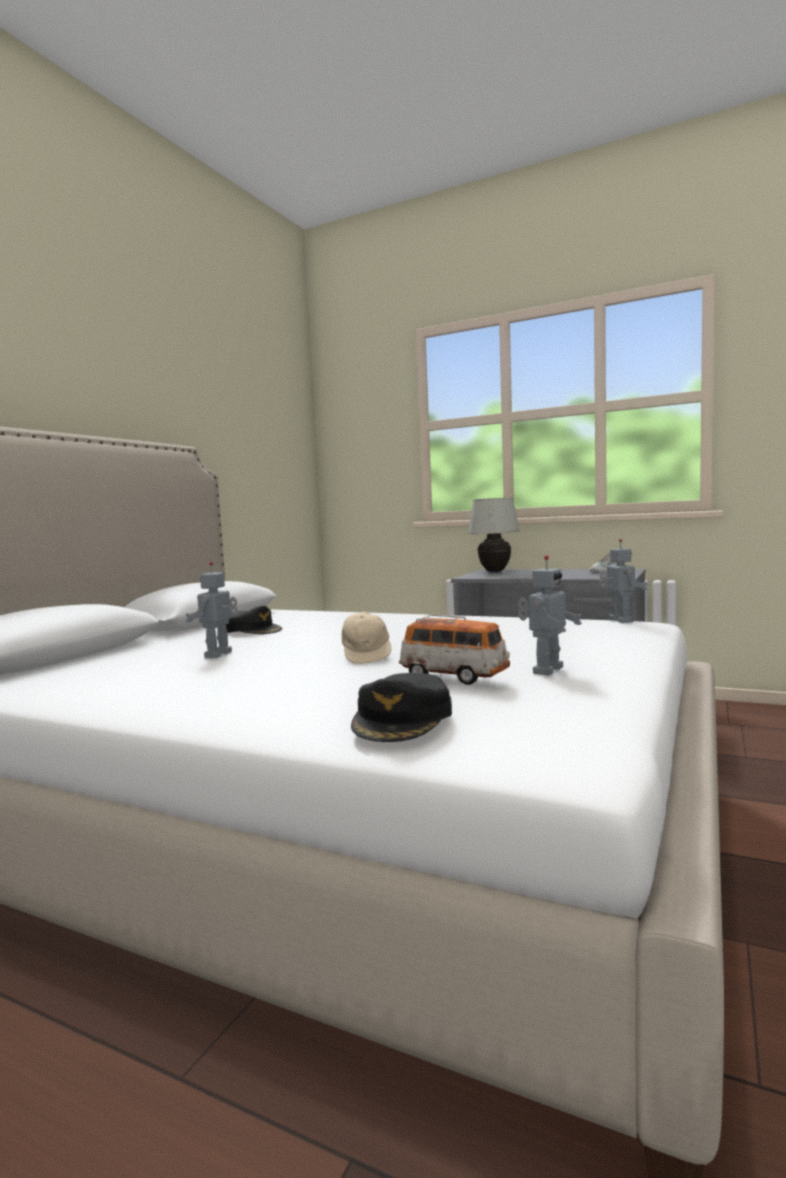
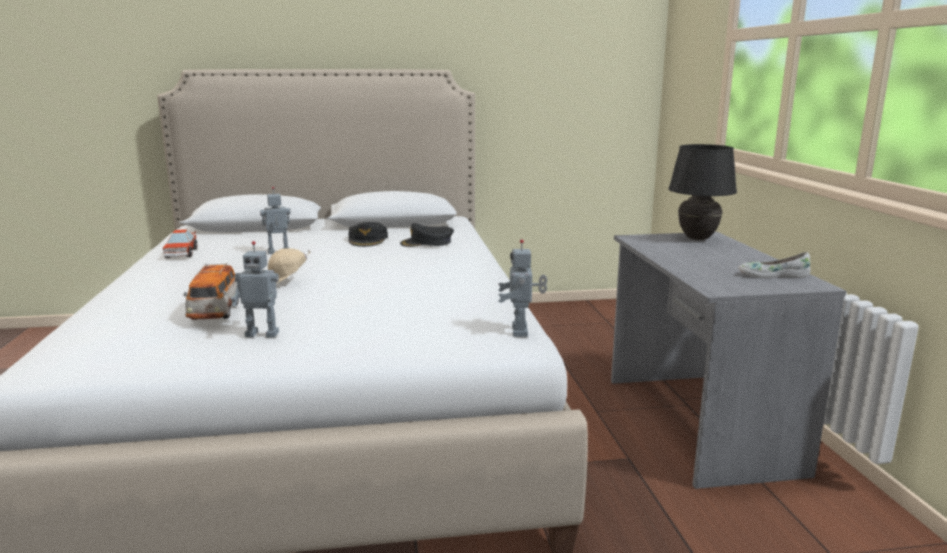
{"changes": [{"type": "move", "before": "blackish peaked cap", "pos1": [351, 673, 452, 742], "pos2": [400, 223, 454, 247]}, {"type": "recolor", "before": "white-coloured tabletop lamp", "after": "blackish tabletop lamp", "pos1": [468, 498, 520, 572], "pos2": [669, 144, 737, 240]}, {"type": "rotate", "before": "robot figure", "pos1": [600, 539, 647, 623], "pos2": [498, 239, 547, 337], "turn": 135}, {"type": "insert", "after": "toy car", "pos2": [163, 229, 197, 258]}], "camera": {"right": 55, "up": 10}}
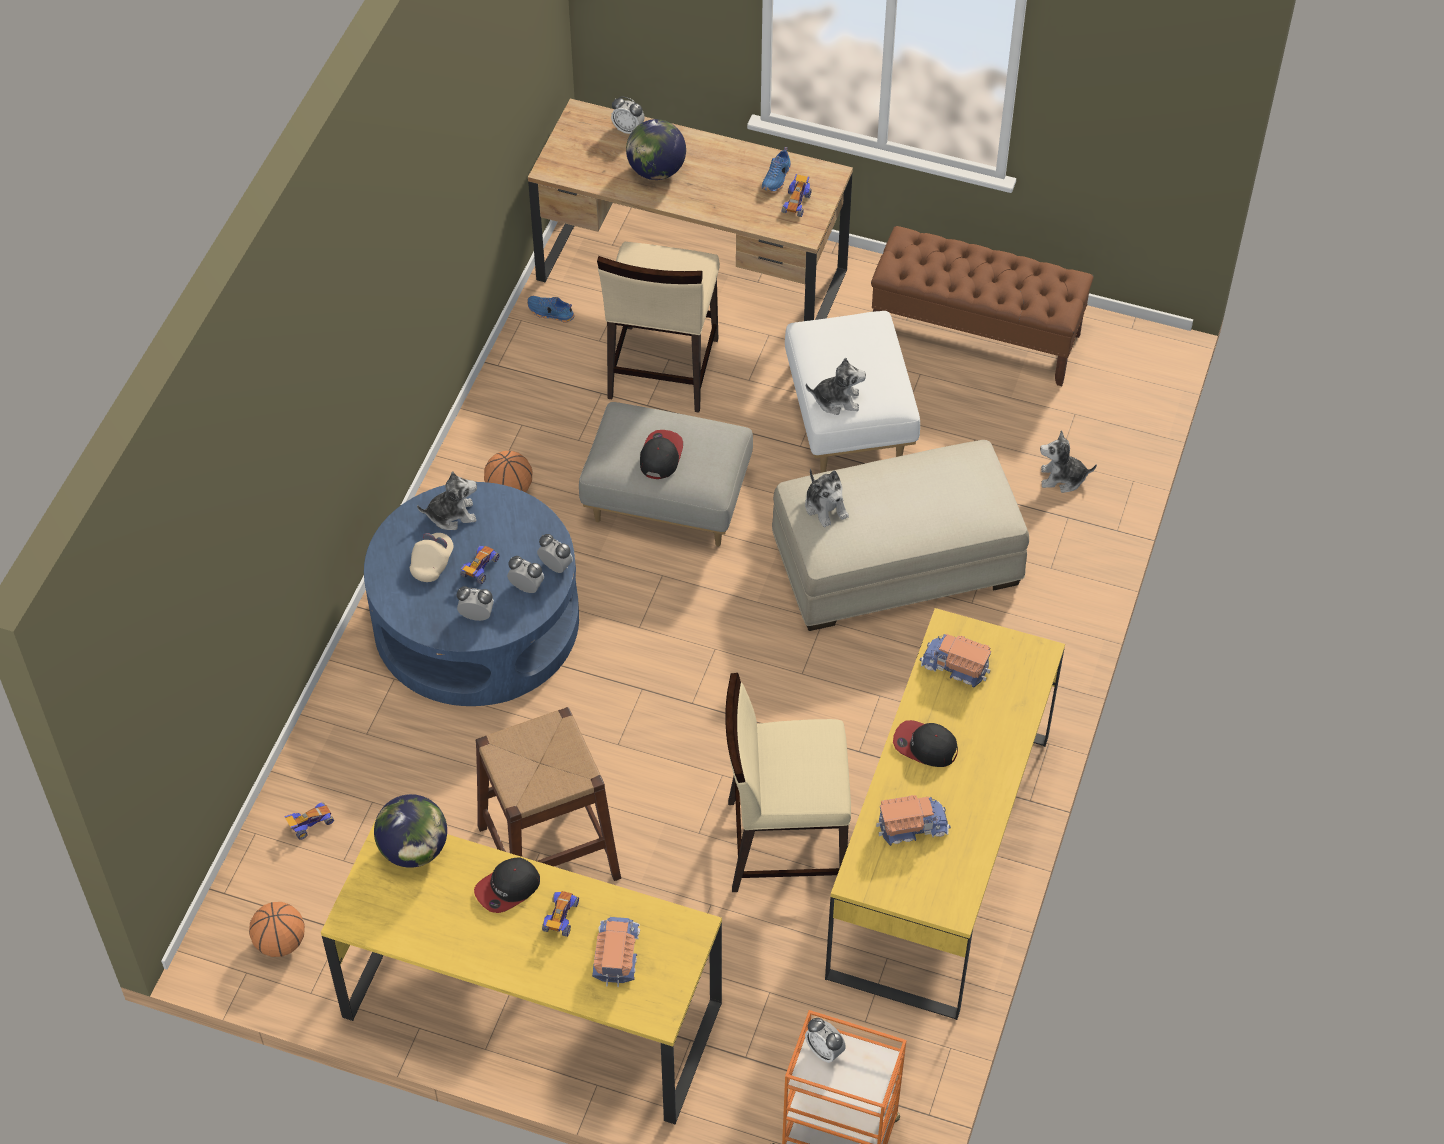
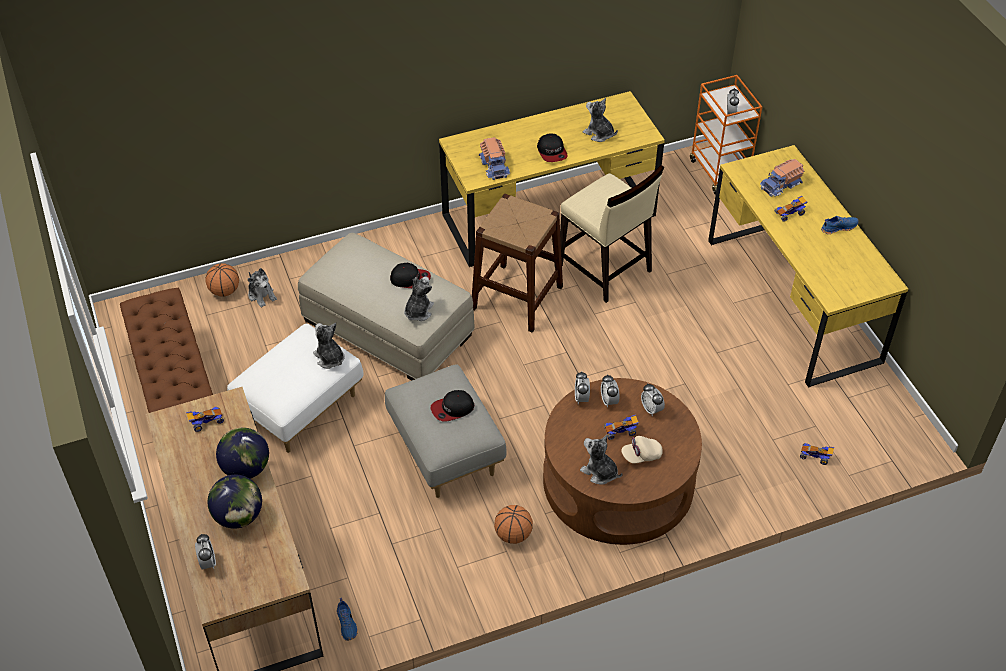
{"changes": [{"type": "move", "before": "basketball ball", "pos1": [249, 902, 305, 957], "pos2": [205, 263, 239, 297]}, {"type": "recolor", "before": "bluish coffee table", "after": "brown coffee table", "pos1": [364, 482, 579, 706], "pos2": [543, 378, 702, 545]}, {"type": "move", "before": "desk globe", "pos1": [374, 794, 447, 868], "pos2": [216, 428, 269, 479]}, {"type": "move", "before": "peaked cap", "pos1": [474, 857, 540, 913], "pos2": [390, 263, 431, 288]}, {"type": "move", "before": "brown stool", "pos1": [476, 707, 621, 881], "pos2": [472, 194, 563, 333]}, {"type": "delete", "before": "beige-coloured plain chair", "pos1": [597, 242, 720, 413]}, {"type": "move", "before": "bluish low shoe", "pos1": [761, 147, 791, 192], "pos2": [821, 216, 859, 234]}, {"type": "replace", "before": "model truck", "after": "plush toy", "pos1": [876, 795, 951, 846], "pos2": [583, 98, 618, 142]}], "camera": {"right": -130, "up": -5}}
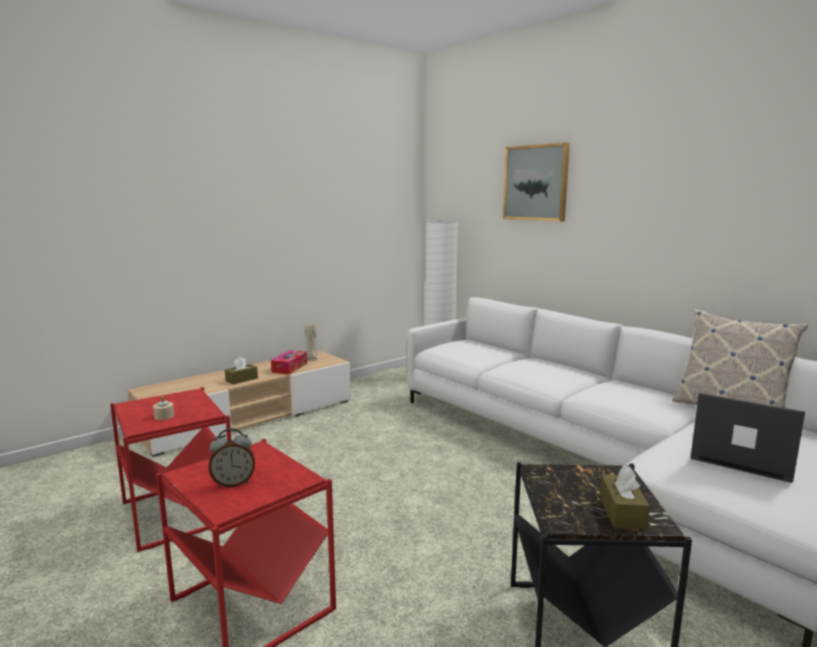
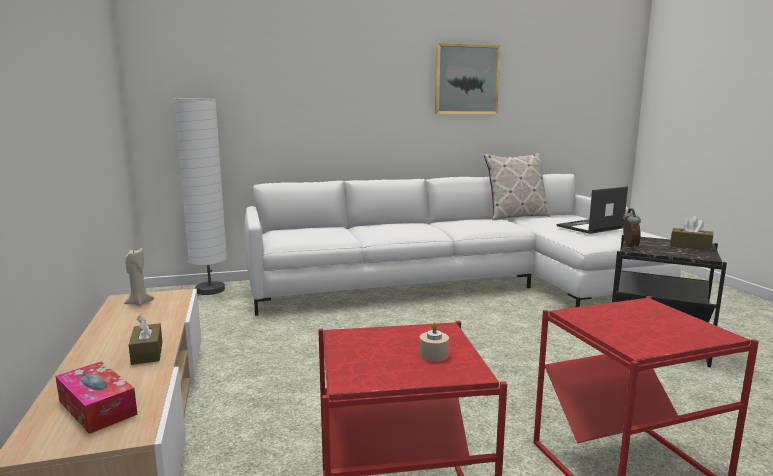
{"changes": [{"type": "move", "before": "table clock", "pos1": [209, 428, 255, 488], "pos2": [623, 208, 641, 249]}, {"type": "move", "before": "box of tissues", "pos1": [271, 350, 307, 375], "pos2": [55, 361, 138, 434]}, {"type": "move", "before": "picture", "pos1": [503, 142, 570, 222], "pos2": [435, 43, 501, 114]}], "camera": {"right": -65, "up": 0}}
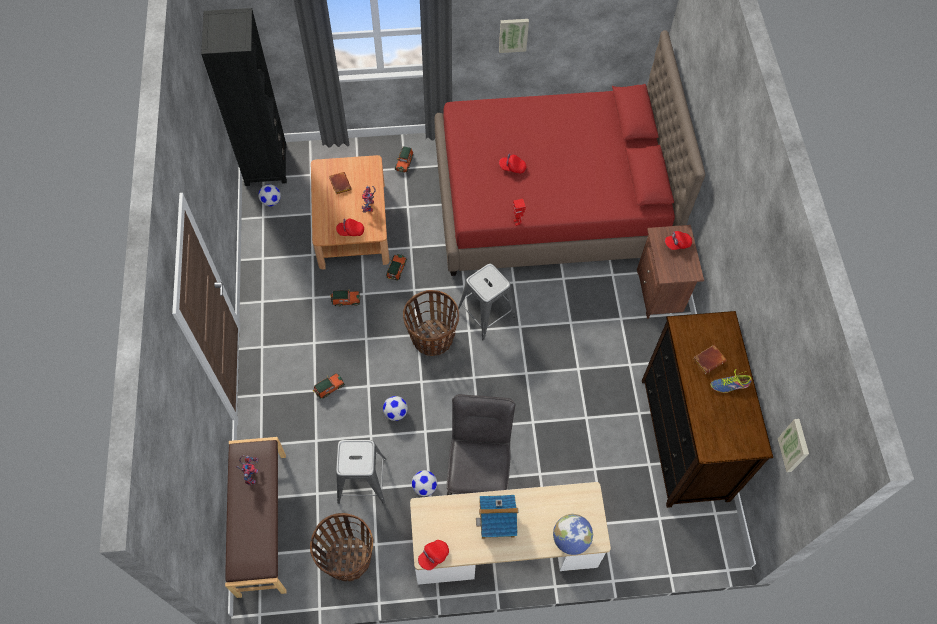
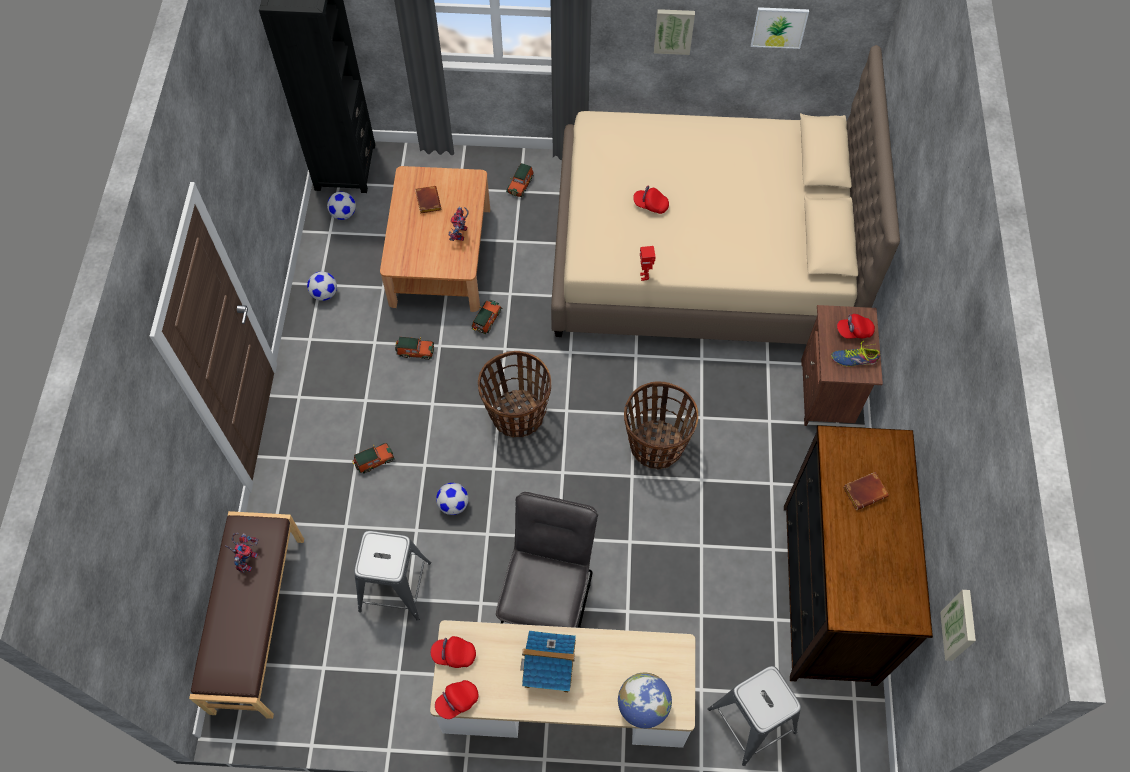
{"changes": [{"type": "move", "before": "household basket", "pos1": [310, 513, 373, 582], "pos2": [624, 381, 698, 470]}, {"type": "move", "before": "red peaked cap", "pos1": [336, 218, 364, 236], "pos2": [431, 636, 476, 668]}, {"type": "move", "before": "football ball", "pos1": [412, 470, 437, 496], "pos2": [307, 272, 337, 301]}, {"type": "recolor", "before": "red bed", "after": "beige-coloured bed", "pos1": [434, 30, 705, 276], "pos2": [551, 45, 900, 344]}, {"type": "move", "before": "grey stool", "pos1": [458, 264, 516, 340], "pos2": [708, 666, 801, 766]}, {"type": "move", "before": "low shoe", "pos1": [710, 369, 752, 393], "pos2": [831, 340, 880, 367]}, {"type": "insert", "after": "picture", "pos2": [751, 7, 809, 49]}], "camera": {"right": 10, "up": 0}}
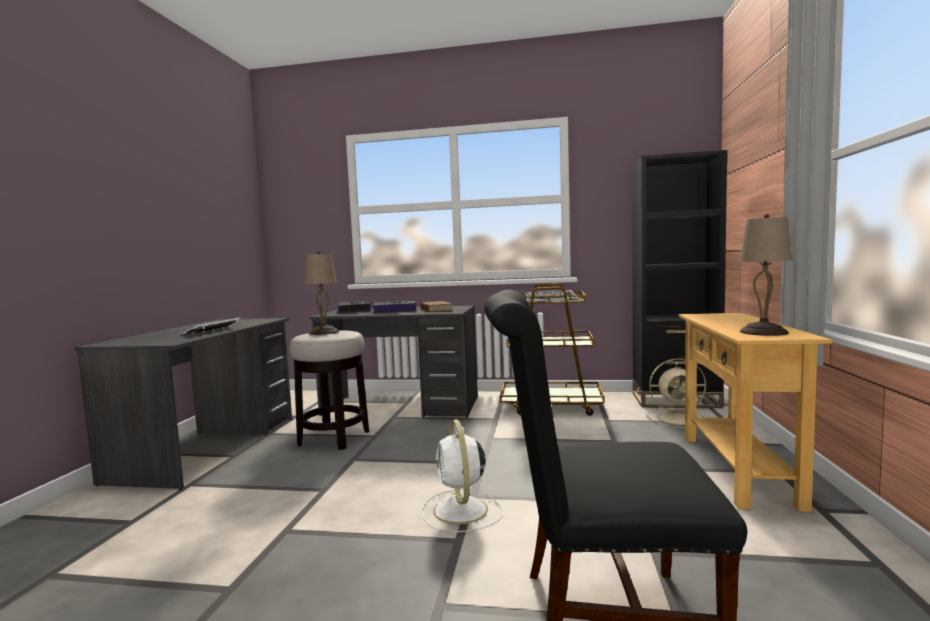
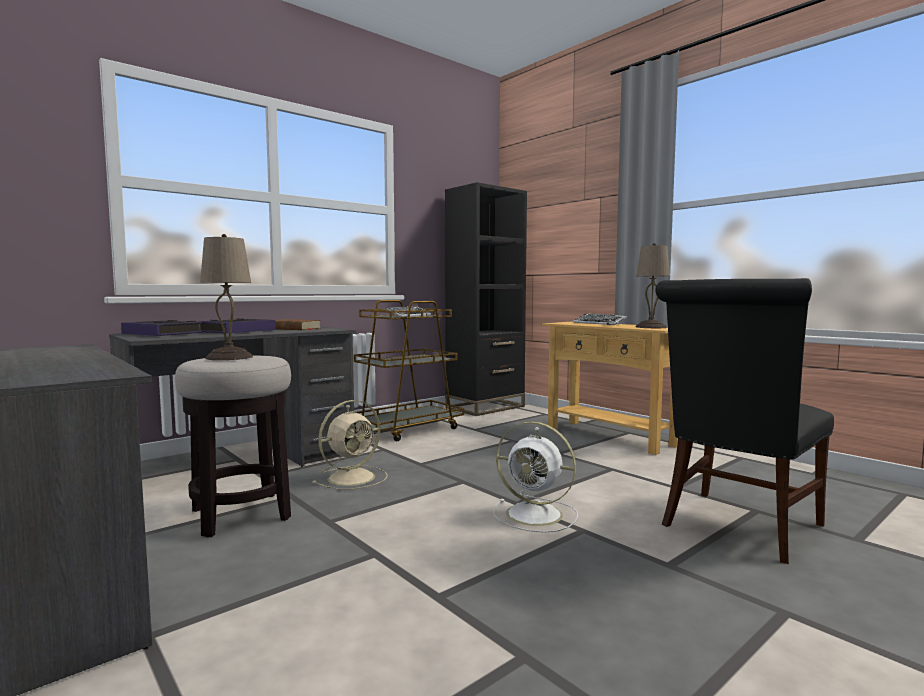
{"changes": [{"type": "move", "before": "computer keyboard", "pos1": [180, 317, 241, 336], "pos2": [574, 313, 627, 325]}, {"type": "move", "before": "beige-coloured electric fan", "pos1": [646, 359, 706, 428], "pos2": [313, 400, 388, 490]}], "camera": {"right": -50, "up": 0}}
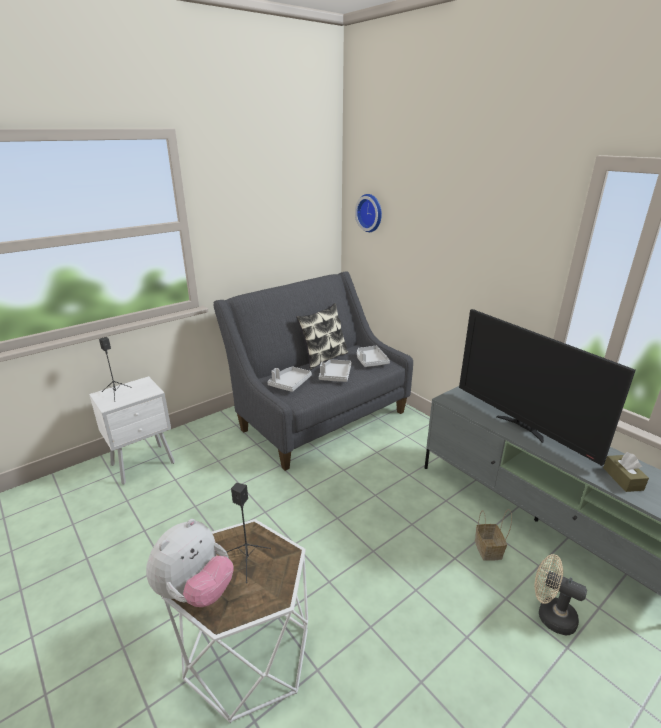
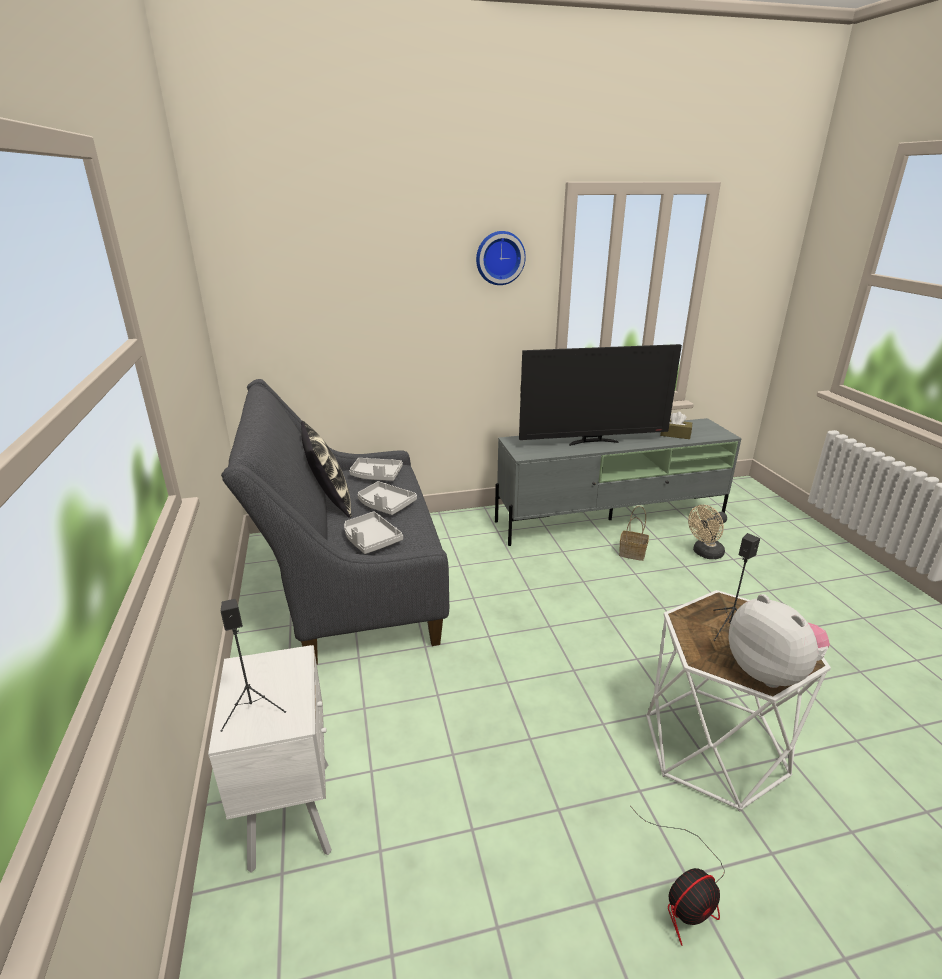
{"changes": [{"type": "move", "before": "wall clock", "pos1": [355, 194, 382, 232], "pos2": [476, 231, 526, 285]}, {"type": "insert", "after": "electric fan", "pos2": [631, 807, 725, 946]}], "camera": {"right": -65, "up": 0}}
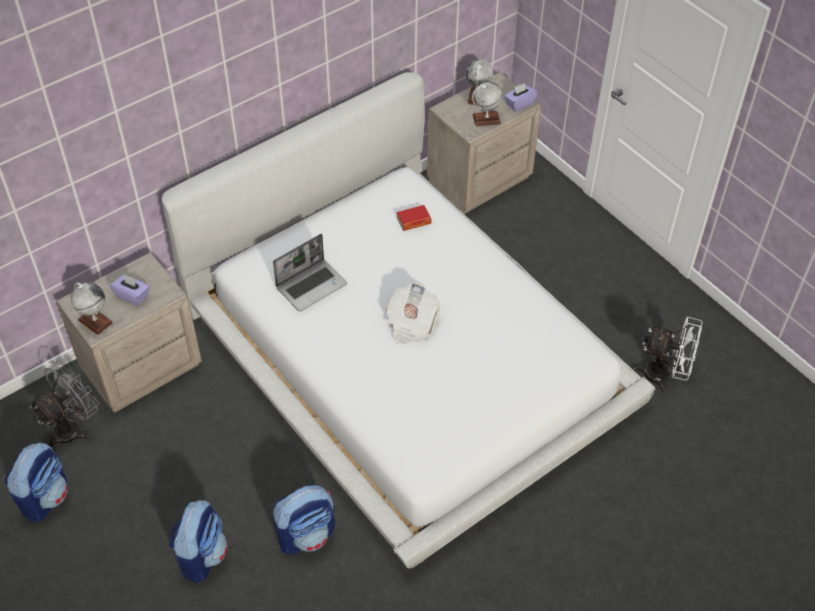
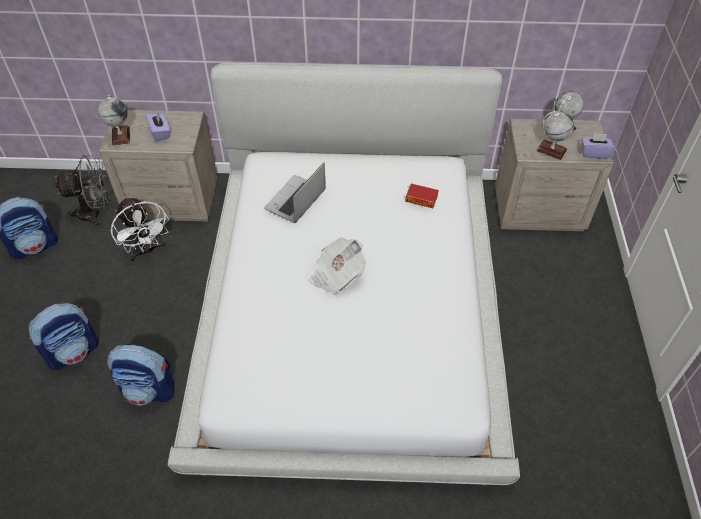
{"changes": [{"type": "rotate", "before": "laptop", "pos1": [273, 234, 347, 312], "pos2": [264, 162, 326, 223], "turn": 120}, {"type": "move", "before": "white-coloured electric fan", "pos1": [633, 317, 702, 394], "pos2": [111, 197, 169, 261]}], "camera": {"right": 40, "up": 0}}
